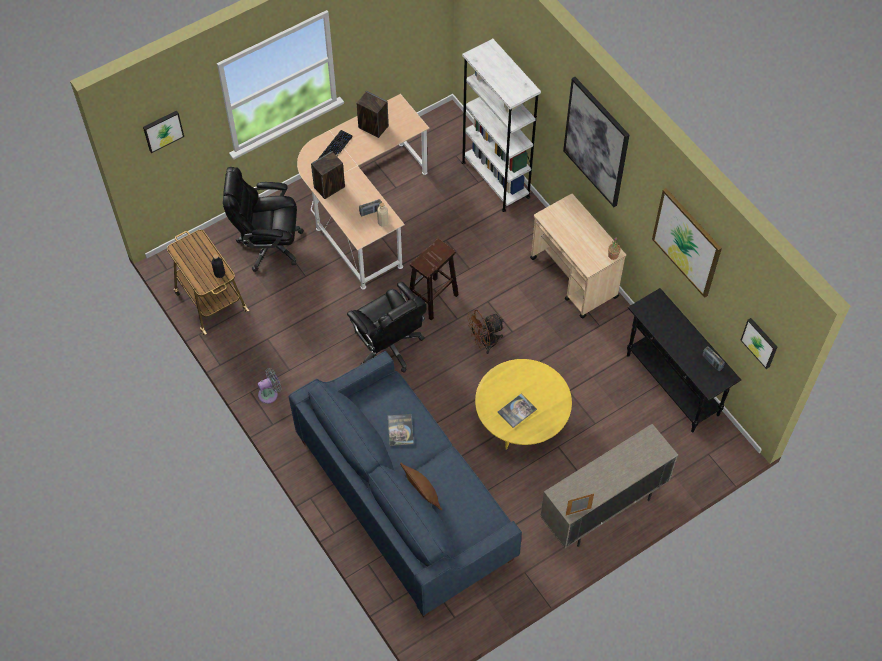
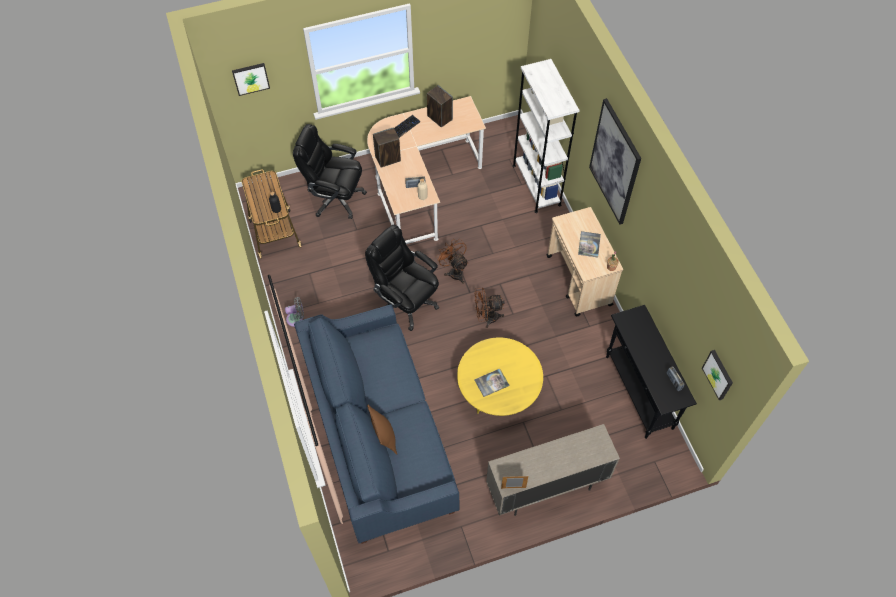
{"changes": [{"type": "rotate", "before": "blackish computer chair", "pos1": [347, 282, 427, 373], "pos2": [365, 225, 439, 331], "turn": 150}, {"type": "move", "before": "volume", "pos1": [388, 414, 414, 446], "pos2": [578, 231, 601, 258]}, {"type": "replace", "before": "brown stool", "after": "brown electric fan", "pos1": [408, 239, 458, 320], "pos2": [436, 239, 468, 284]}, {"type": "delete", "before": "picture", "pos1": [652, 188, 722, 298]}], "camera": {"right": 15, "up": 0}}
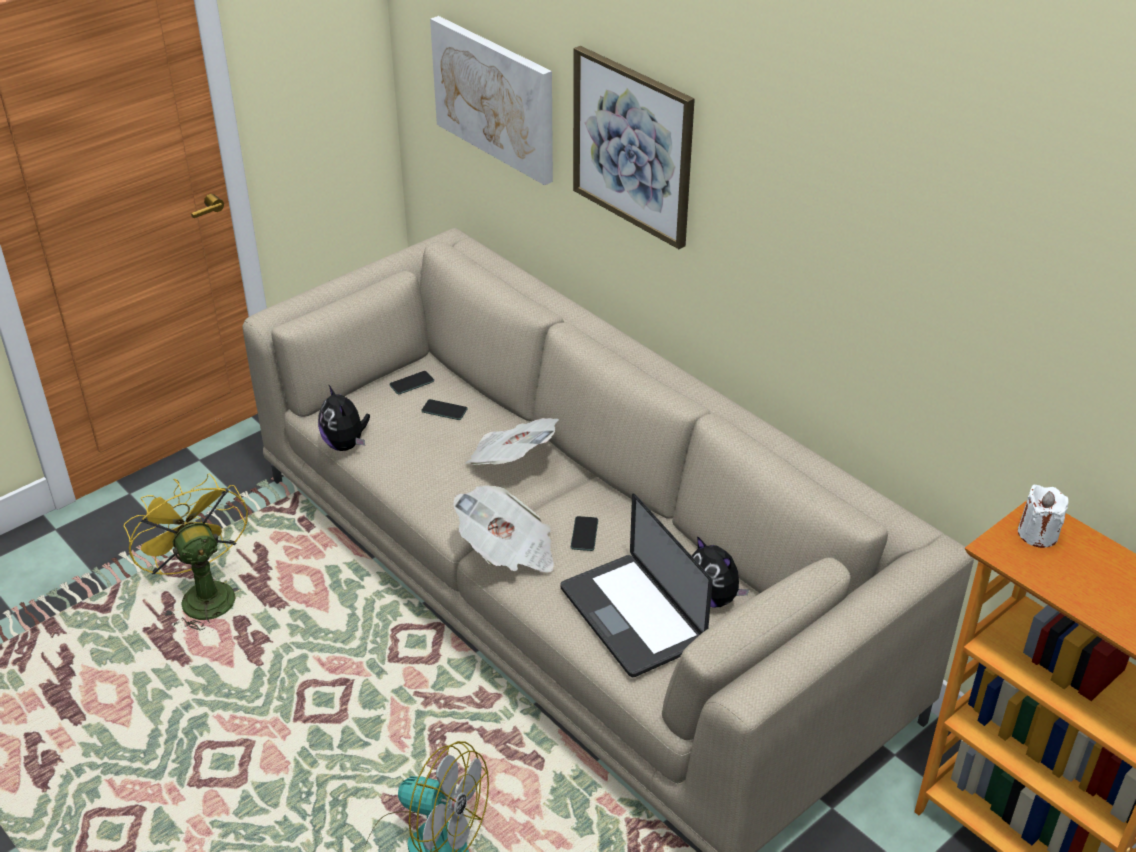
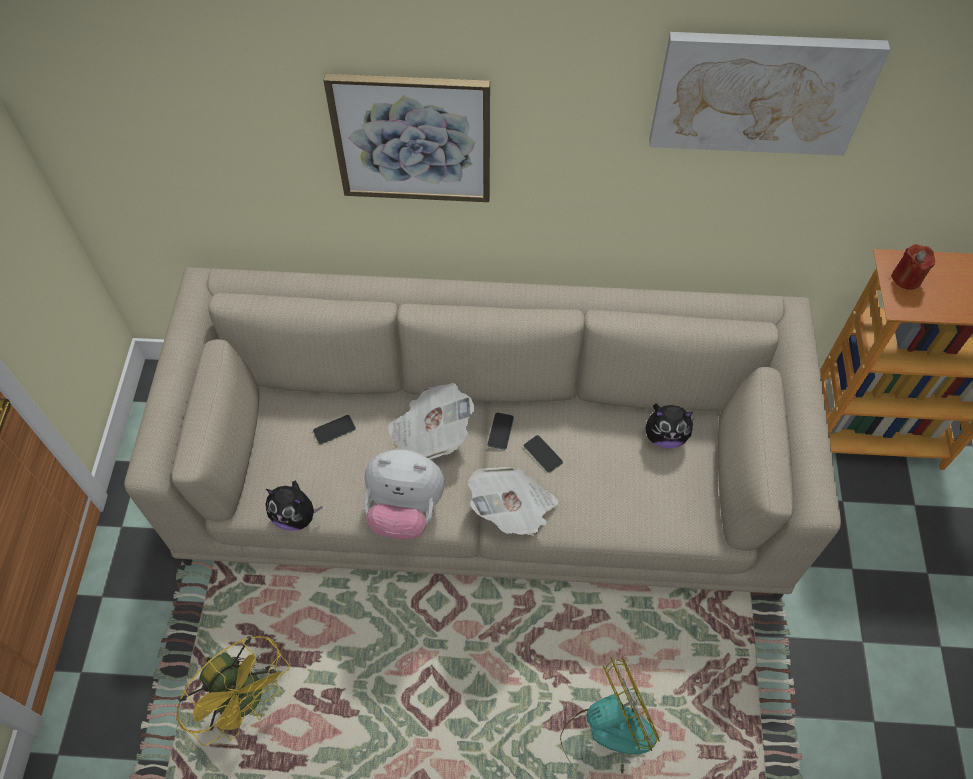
{"changes": [{"type": "rotate", "before": "yellow electric fan", "pos1": [123, 473, 248, 633], "pos2": [176, 636, 290, 746], "turn": -150}, {"type": "move", "before": "telephone", "pos1": [389, 371, 434, 394], "pos2": [488, 413, 514, 450]}, {"type": "move", "before": "picture", "pos1": [430, 16, 553, 185], "pos2": [649, 32, 890, 156]}, {"type": "delete", "before": "laptop", "pos1": [560, 493, 713, 677]}, {"type": "recolor", "before": "white-coloured wax candle", "after": "red wax candle", "pos1": [1018, 484, 1069, 548], "pos2": [891, 244, 935, 290]}, {"type": "insert", "after": "plush toy", "pos2": [364, 449, 445, 539]}], "camera": {"right": -45, "up": 20}}
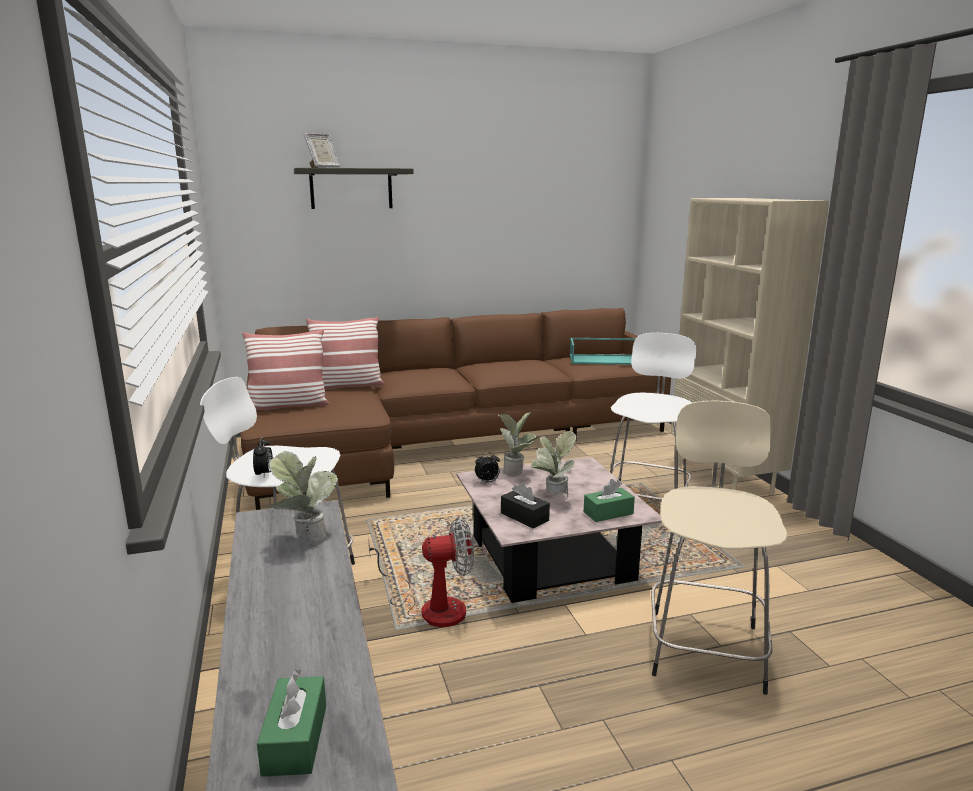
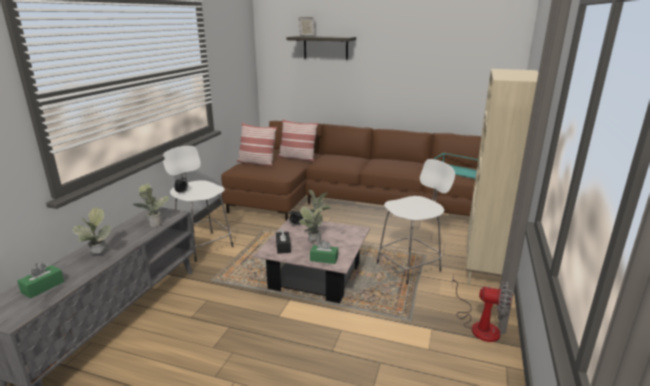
{"changes": [{"type": "move", "before": "electric fan", "pos1": [368, 517, 474, 627], "pos2": [452, 274, 513, 342]}, {"type": "delete", "before": "beige-coloured stool", "pos1": [651, 401, 788, 695]}, {"type": "insert", "after": "potted plant", "pos2": [72, 207, 112, 254]}], "camera": {"right": 35, "up": 5}}
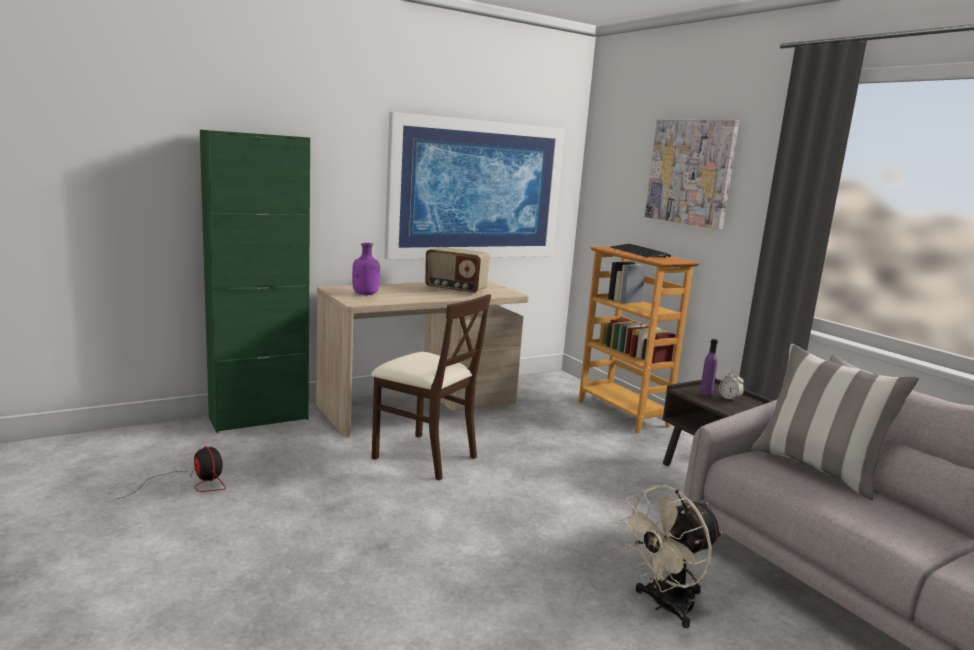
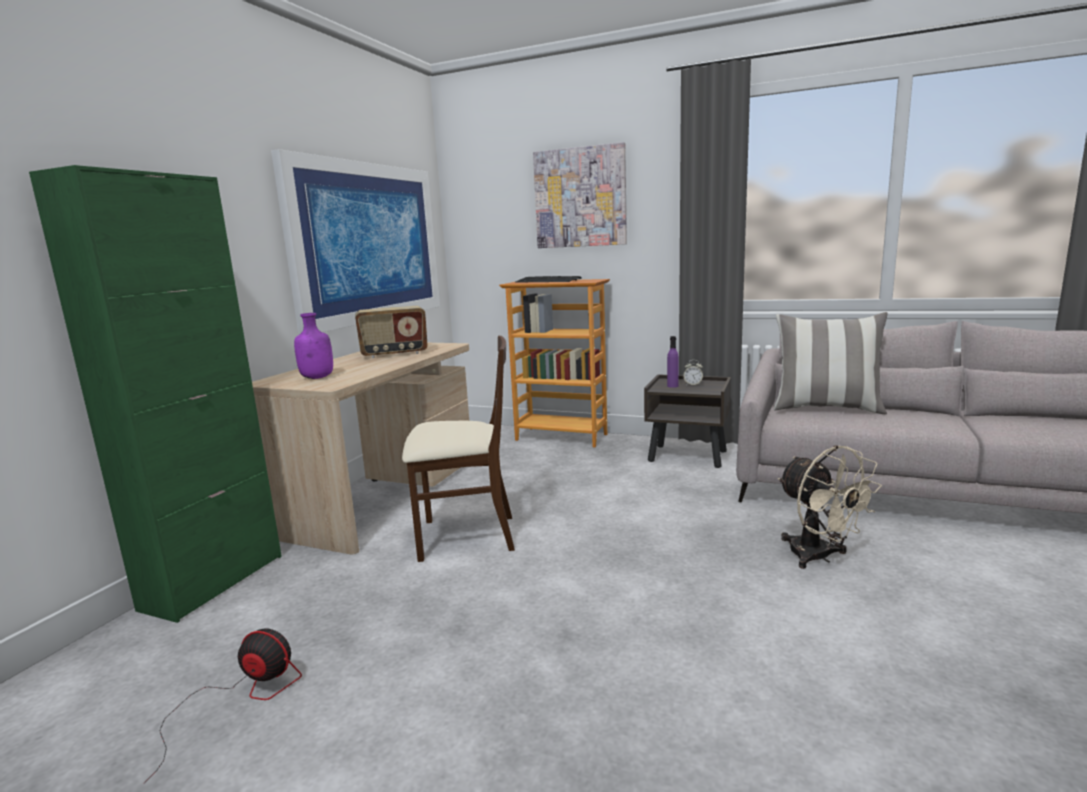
{"changes": [{"type": "rotate", "before": "beige-coloured electric fan", "pos1": [618, 485, 722, 628], "pos2": [778, 445, 882, 569], "turn": -45}], "camera": {"right": -35, "up": 0}}
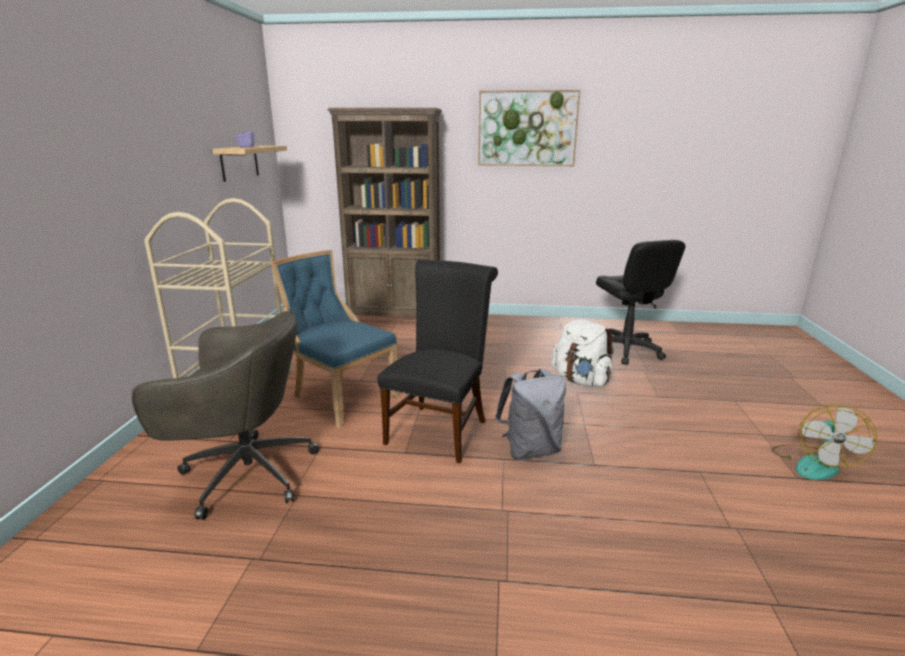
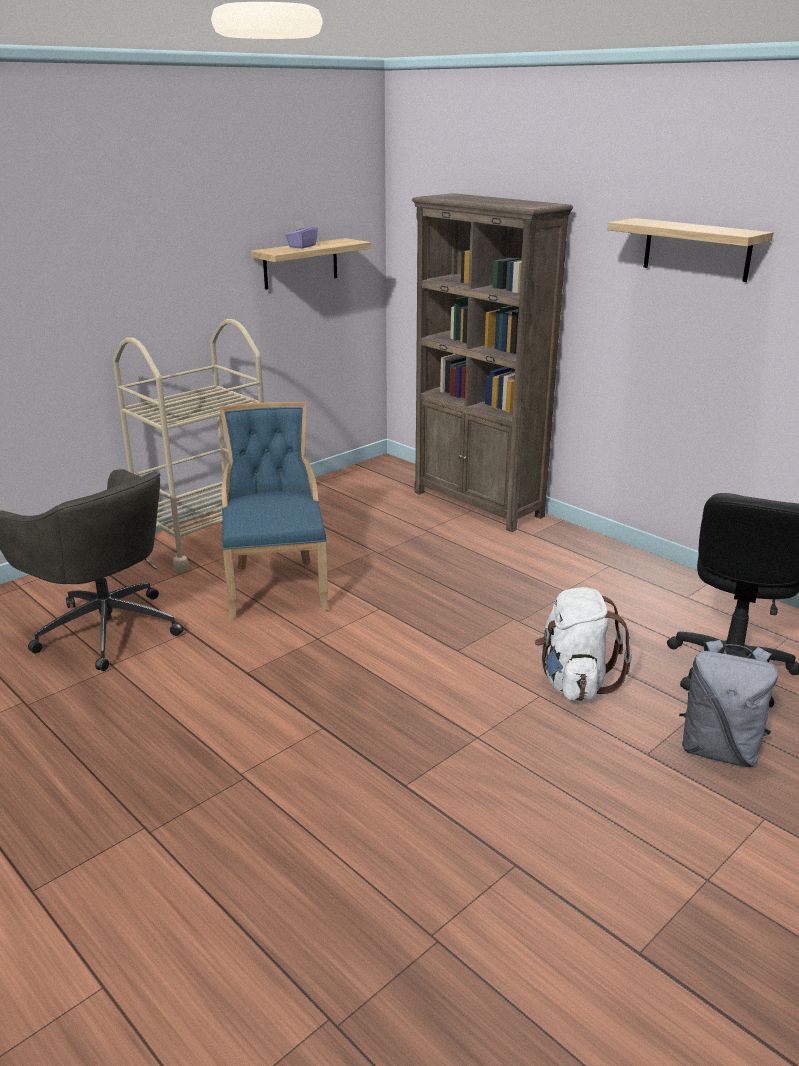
{"changes": [{"type": "delete", "before": "blackish plain chair", "pos1": [377, 259, 498, 463]}, {"type": "replace", "before": "picture", "after": "shelf", "pos1": [478, 90, 580, 166], "pos2": [607, 218, 773, 282]}, {"type": "move", "before": "grey knapsack", "pos1": [495, 368, 566, 460], "pos2": [679, 640, 778, 767]}, {"type": "delete", "before": "electric fan", "pos1": [772, 404, 877, 480]}], "camera": {"right": 40, "up": 5}}
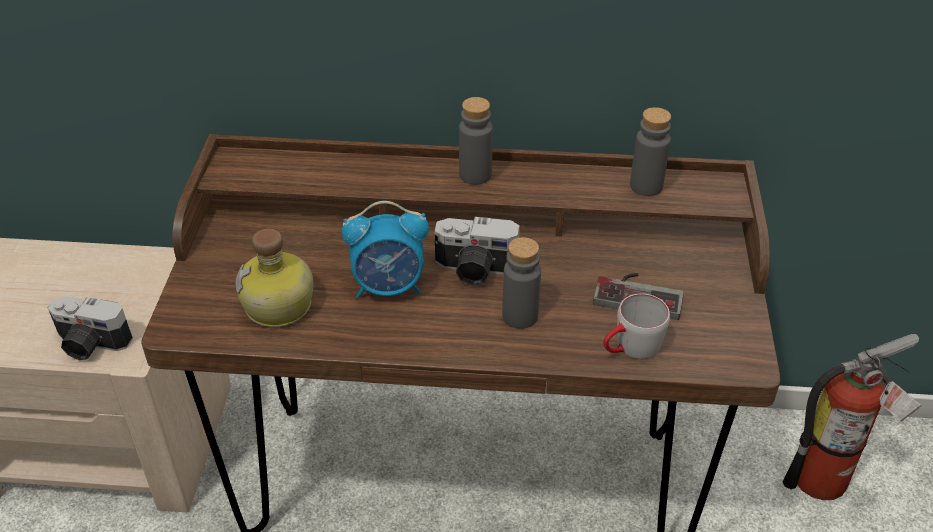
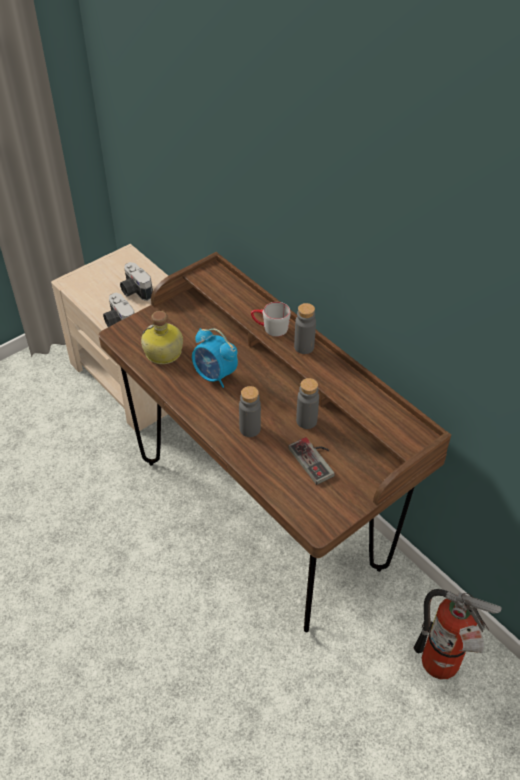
{"changes": [{"type": "move", "before": "photo camera", "pos1": [434, 217, 520, 286], "pos2": [120, 262, 153, 301]}, {"type": "move", "before": "grey tea mug", "pos1": [604, 294, 670, 359], "pos2": [251, 302, 291, 337]}, {"type": "move", "before": "grey bottle", "pos1": [630, 107, 671, 196], "pos2": [296, 378, 319, 429]}], "camera": {"right": 45, "up": 5}}
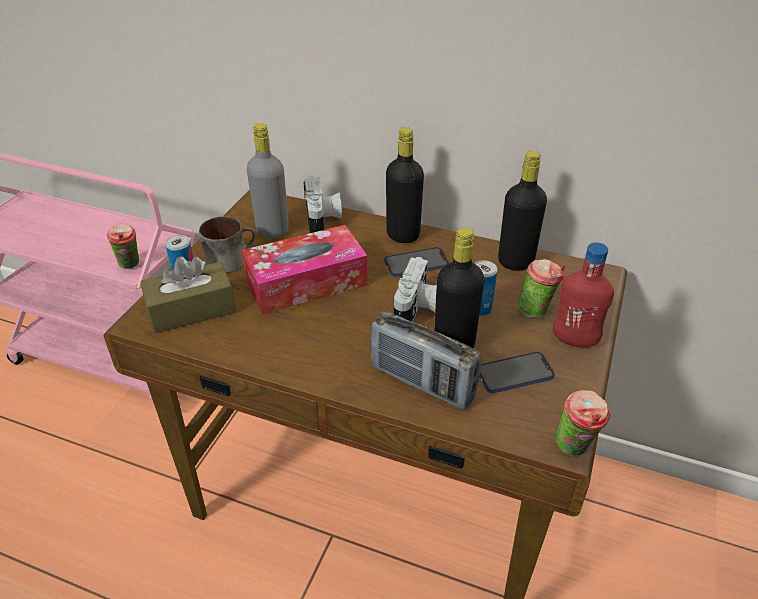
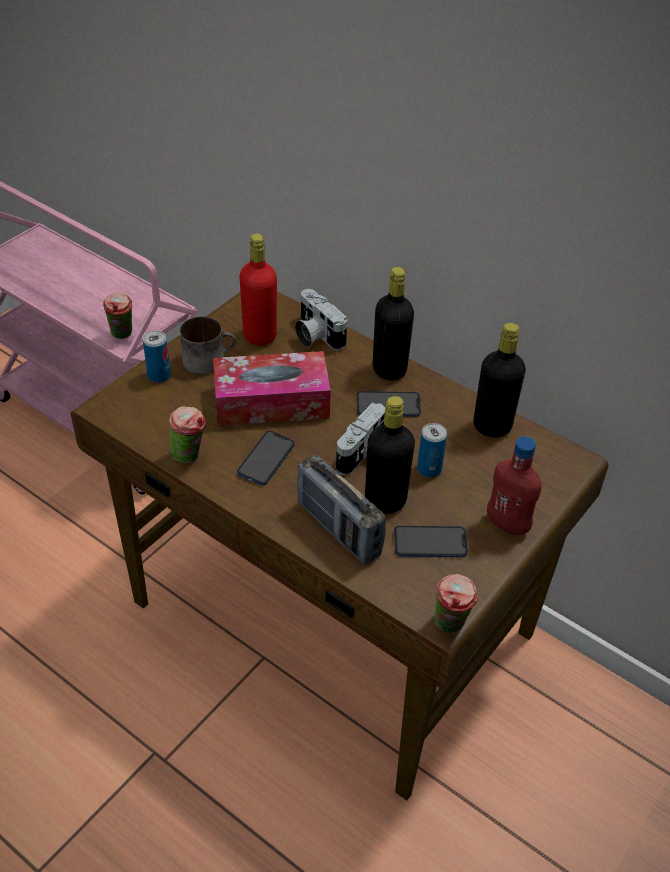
{"changes": [{"type": "delete", "before": "brown box of tissues", "pos1": [140, 256, 236, 333]}, {"type": "recolor", "before": "grey bottle", "after": "red bottle", "pos1": [247, 123, 289, 238], "pos2": [239, 233, 277, 346]}, {"type": "rotate", "before": "photo camera", "pos1": [303, 177, 342, 233], "pos2": [295, 289, 347, 351], "turn": 135}, {"type": "move", "before": "small cup", "pos1": [518, 259, 565, 318], "pos2": [169, 406, 206, 463]}, {"type": "insert", "after": "telephone", "pos2": [237, 431, 295, 486]}], "camera": {"right": 15, "up": 5}}
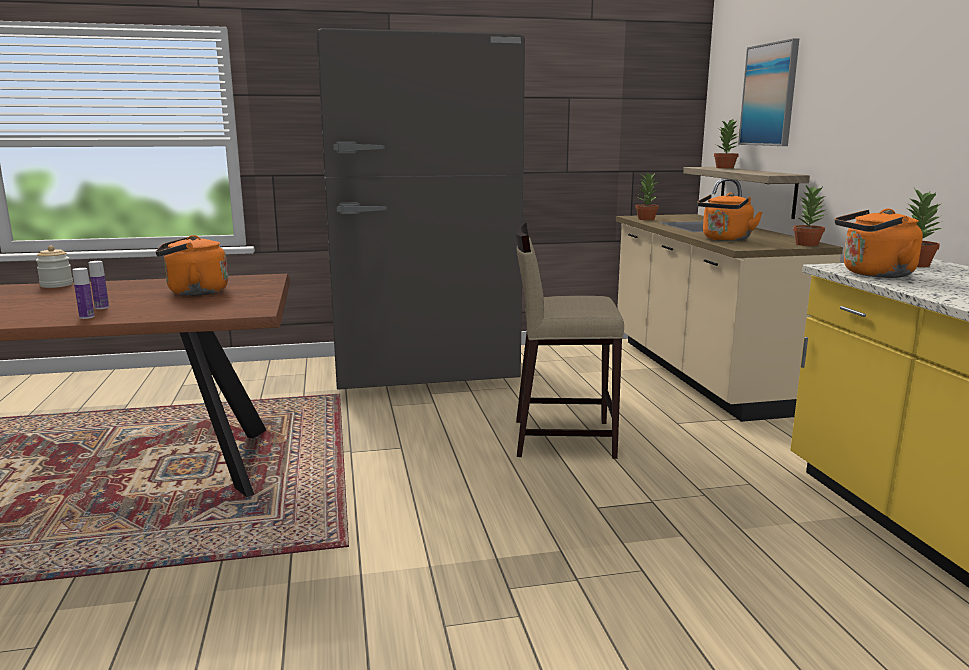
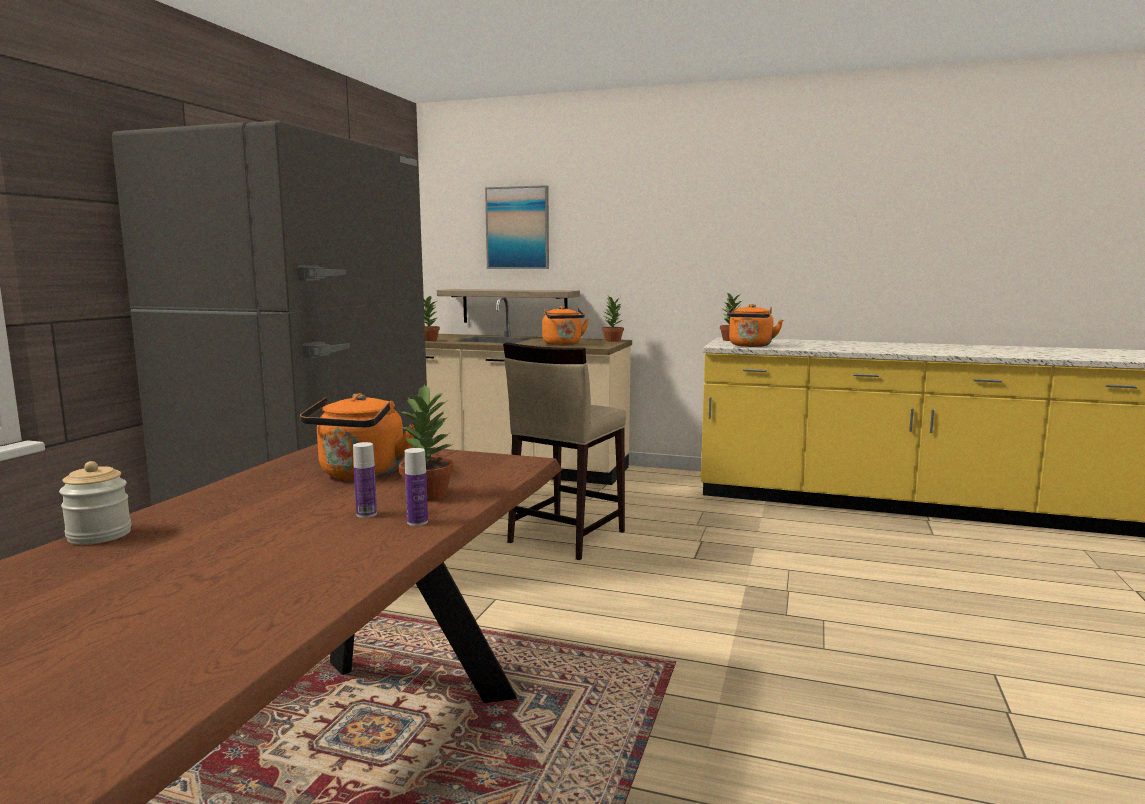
{"changes": [{"type": "move", "before": "potted plant", "pos1": [714, 118, 739, 169], "pos2": [399, 383, 454, 501]}], "camera": {"right": -60, "up": -5}}
